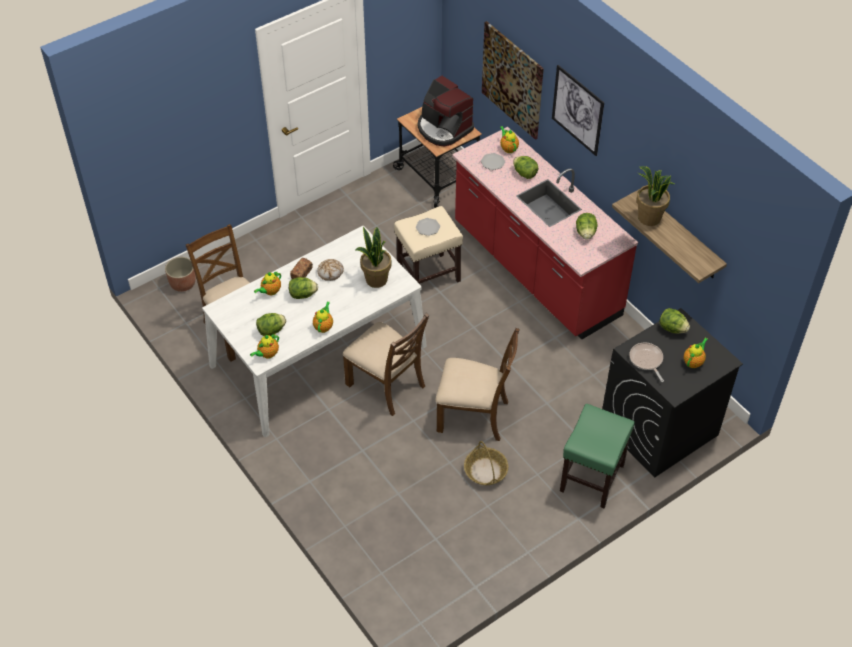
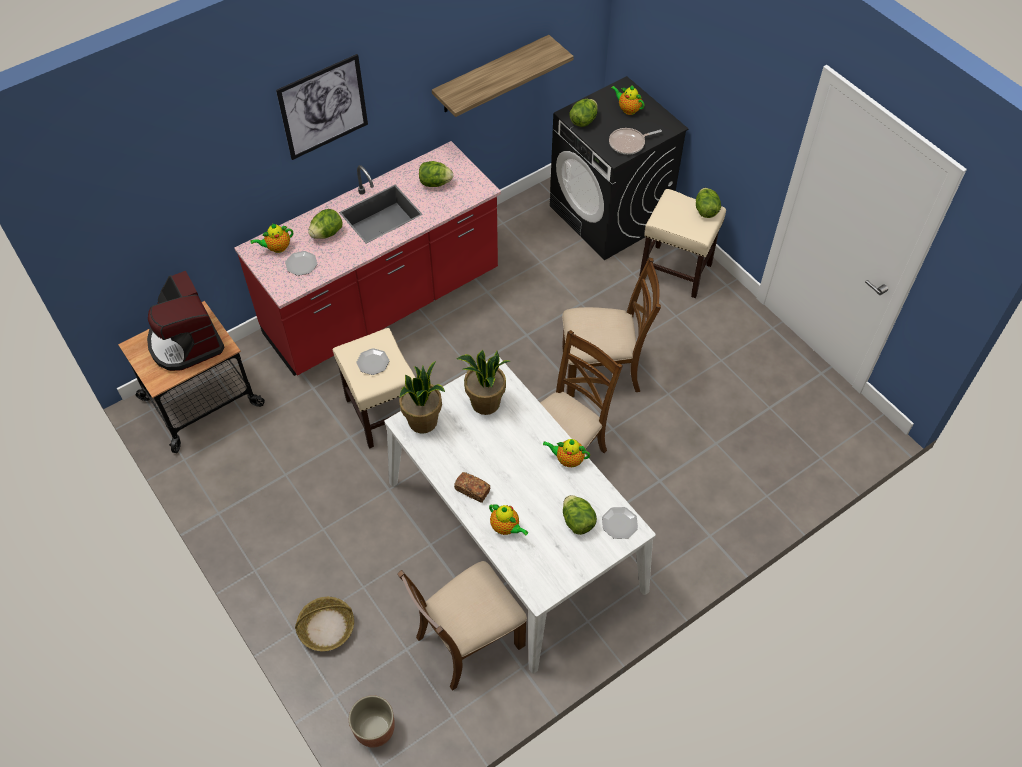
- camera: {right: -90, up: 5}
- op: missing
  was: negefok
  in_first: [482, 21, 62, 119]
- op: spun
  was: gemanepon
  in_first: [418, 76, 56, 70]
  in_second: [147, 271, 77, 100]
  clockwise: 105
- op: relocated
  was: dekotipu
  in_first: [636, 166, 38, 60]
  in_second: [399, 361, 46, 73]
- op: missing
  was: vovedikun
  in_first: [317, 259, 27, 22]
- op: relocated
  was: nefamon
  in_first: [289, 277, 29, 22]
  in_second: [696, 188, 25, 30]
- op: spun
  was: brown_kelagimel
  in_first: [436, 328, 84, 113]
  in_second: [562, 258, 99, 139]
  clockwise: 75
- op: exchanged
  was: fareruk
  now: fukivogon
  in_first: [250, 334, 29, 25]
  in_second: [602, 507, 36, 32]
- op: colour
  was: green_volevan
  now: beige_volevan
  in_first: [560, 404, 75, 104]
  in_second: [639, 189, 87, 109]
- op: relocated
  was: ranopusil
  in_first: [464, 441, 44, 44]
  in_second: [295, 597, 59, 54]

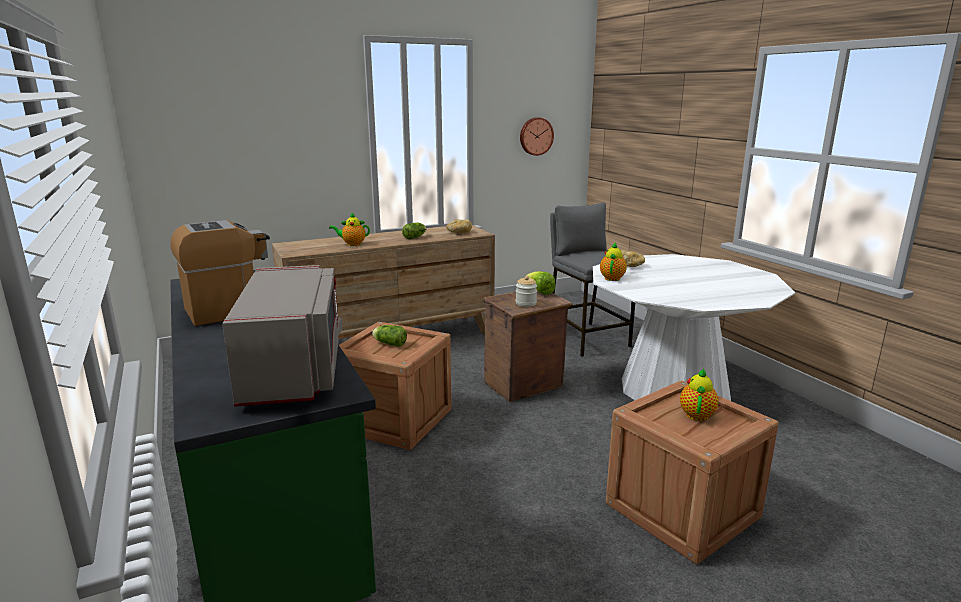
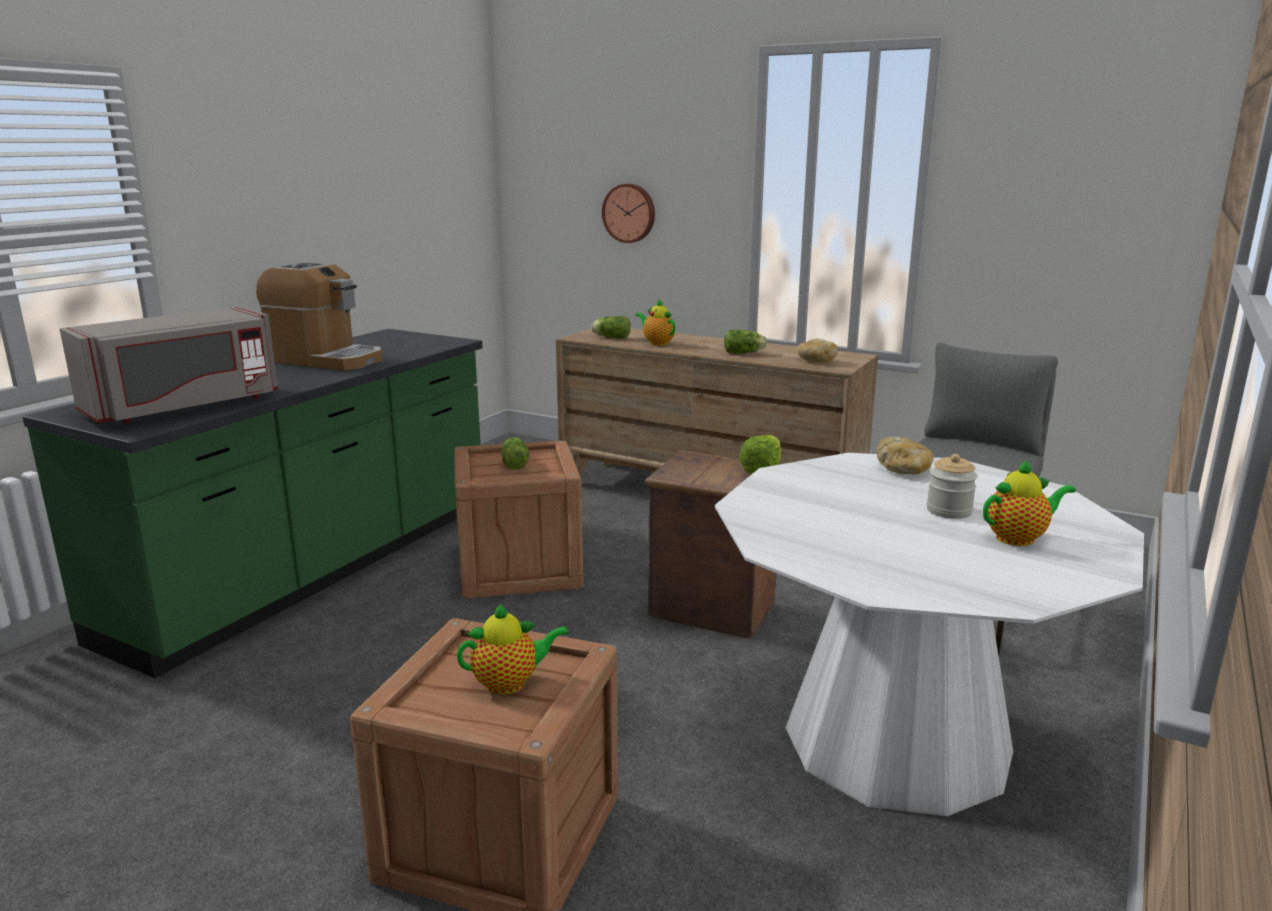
- camera: {right: 55, up: 0}
- op: relocated
  was: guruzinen
  in_first: [520, 117, 34, 39]
  in_second: [602, 184, 53, 59]
- op: relocated
  was: fareruk
  in_first: [600, 242, 27, 39]
  in_second: [983, 459, 93, 87]
- op: relocated
  was: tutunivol
  in_first: [516, 276, 21, 31]
  in_second: [927, 454, 51, 65]
- op: appeared
  now: nefamon
  in_second: [591, 316, 40, 22]

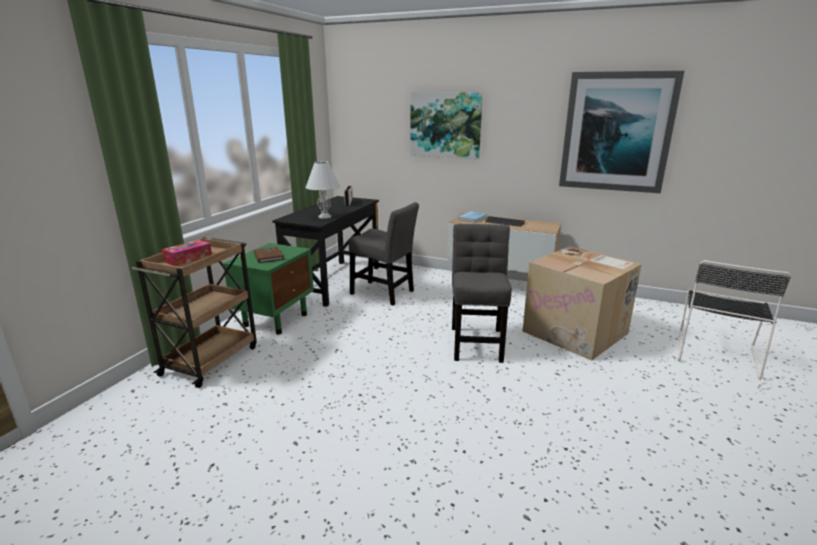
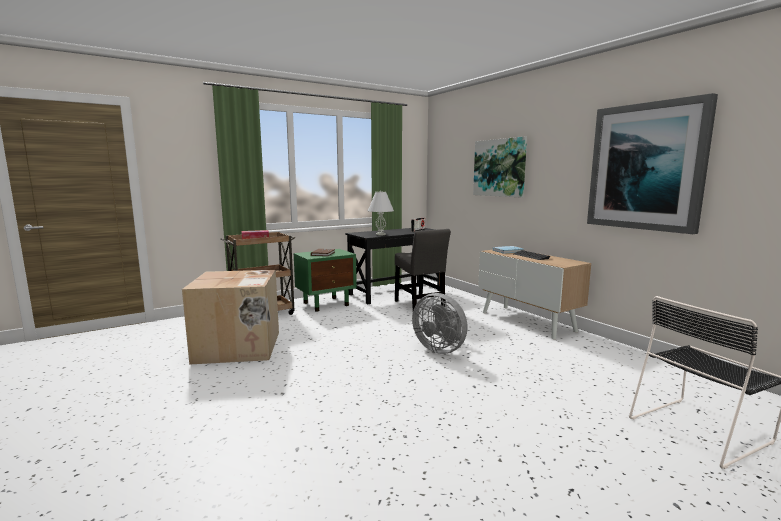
- camera: {right: 35, up: -10}
- op: exchanged
  was: grey_kelagimel
  now: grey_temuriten
  in_first: [452, 224, 60, 139]
  in_second: [412, 293, 56, 61]
- op: relocated
  was: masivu
  in_first: [523, 246, 119, 115]
  in_second: [182, 270, 97, 95]

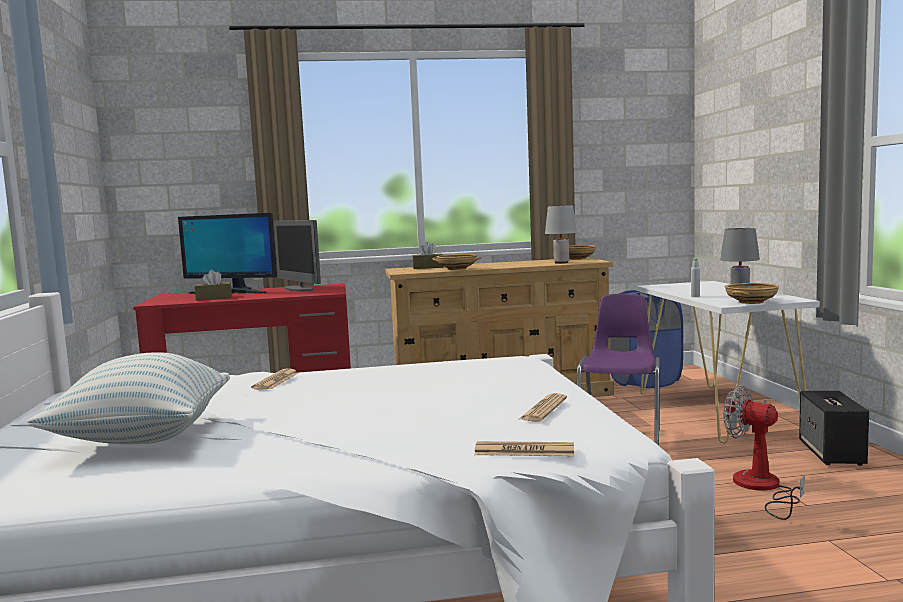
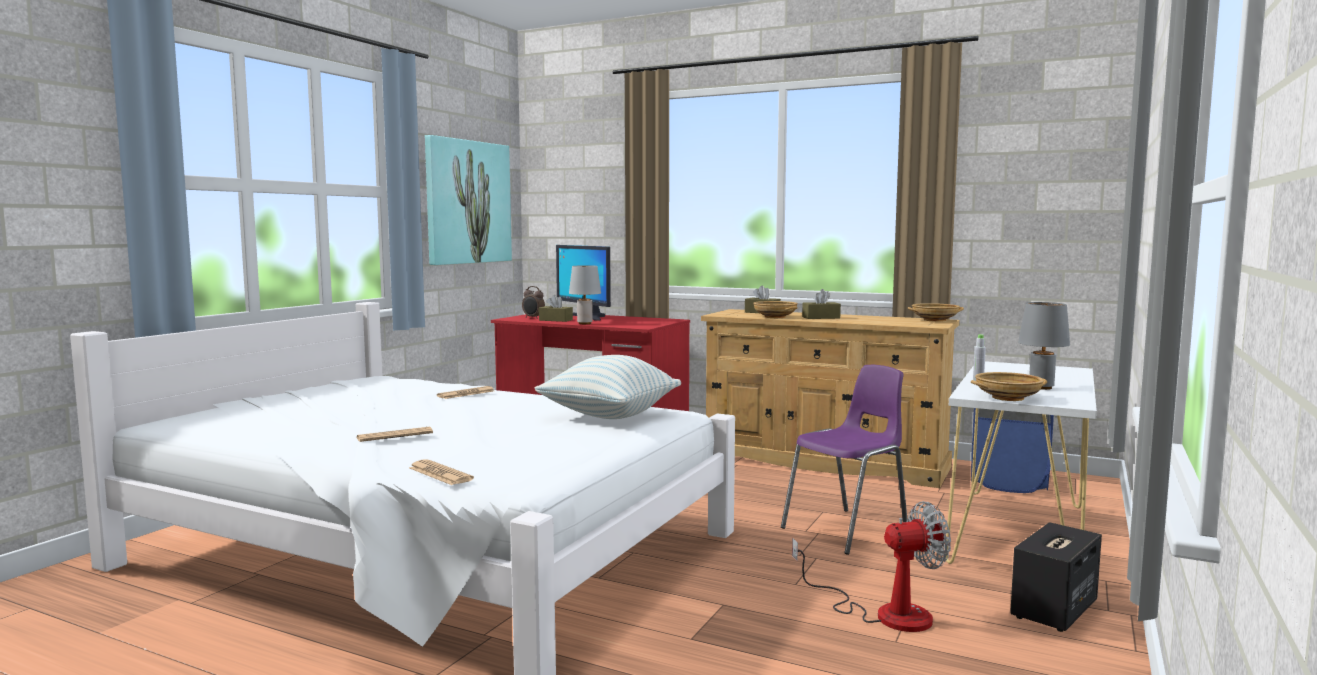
- camera: {right: 35, up: 0}
- op: relocated
  was: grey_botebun
  in_first: [545, 205, 32, 59]
  in_second: [569, 265, 32, 59]
- op: missing
  was: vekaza
  in_first: [274, 220, 47, 72]
- op: relocated
  was: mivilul
  in_first: [27, 352, 203, 92]
  in_second: [534, 355, 147, 64]
- op: spun
  was: temuriten
  in_first: [723, 385, 82, 135]
  in_second: [792, 501, 159, 131]
  clockwise: 90
- op: relocated
  was: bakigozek
  in_first: [519, 393, 48, 29]
  in_second: [357, 427, 76, 15]
- op: appeared
  now: negefok
  in_second: [425, 135, 87, 130]
- op: appeared
  now: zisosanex
  in_second: [522, 286, 23, 33]
- op: appeared
  now: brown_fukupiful
  in_second: [802, 289, 39, 30]

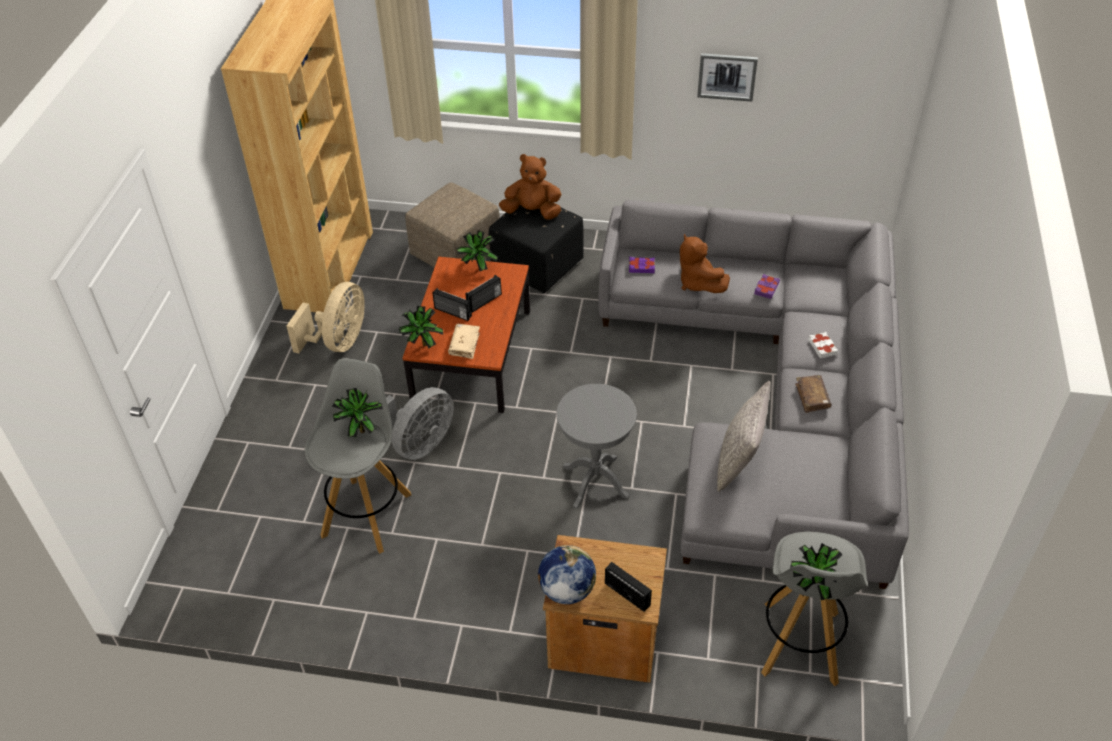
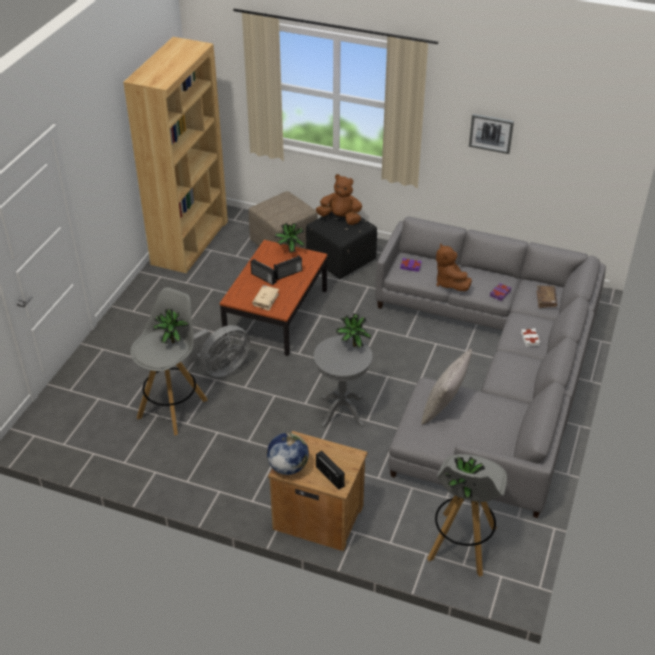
- camera: {right: 10, up: -5}
- op: missing
  was: beige_temuriten
  in_first: [287, 282, 78, 71]
- op: relocated
  was: dekotipu
  in_first: [399, 306, 44, 42]
  in_second: [336, 313, 35, 35]
- op: relocated
  was: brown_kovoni
  in_first: [795, 375, 36, 38]
  in_second: [536, 285, 21, 23]

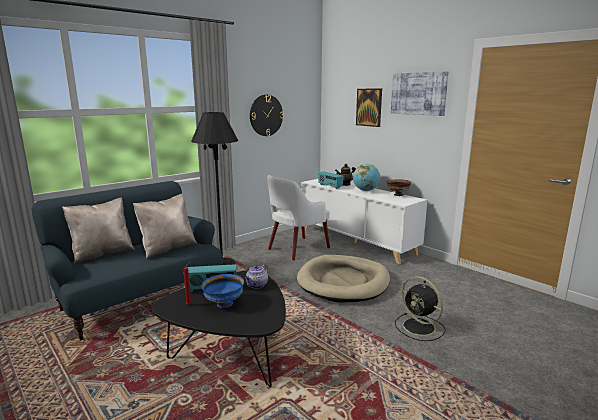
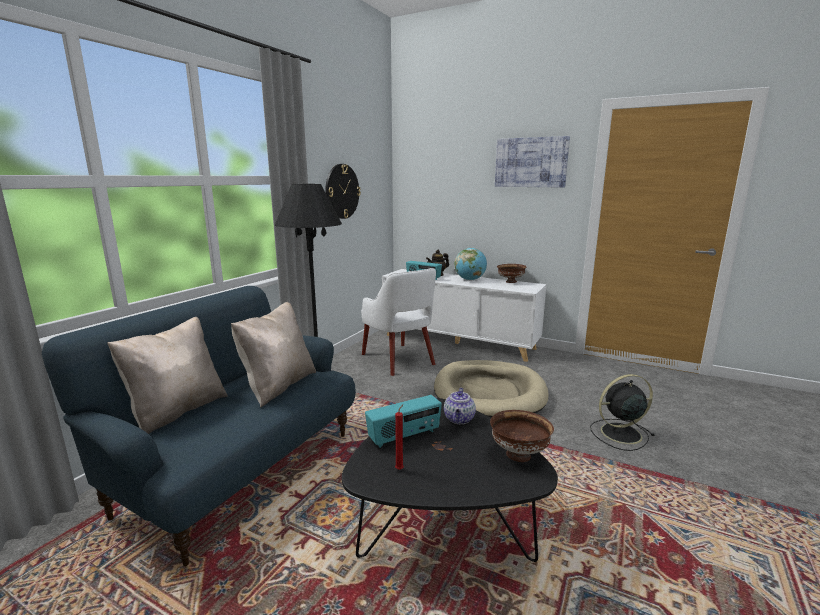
- camera: {right: -20, up: 0}
- op: missing
  was: negefok
  in_first: [356, 89, 26, 38]
- op: spun
  was: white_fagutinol
  in_first: [267, 175, 63, 86]
  in_second: [361, 268, 75, 108]
  clockwise: -60
- op: missing
  was: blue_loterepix
  in_first: [201, 274, 43, 34]
- op: spun
  was: black_temuriten
  in_first: [395, 276, 50, 65]
  in_second: [590, 374, 65, 77]
  clockwise: 135
- op: appeared
  now: brown_loterepix
  in_second: [490, 410, 64, 52]

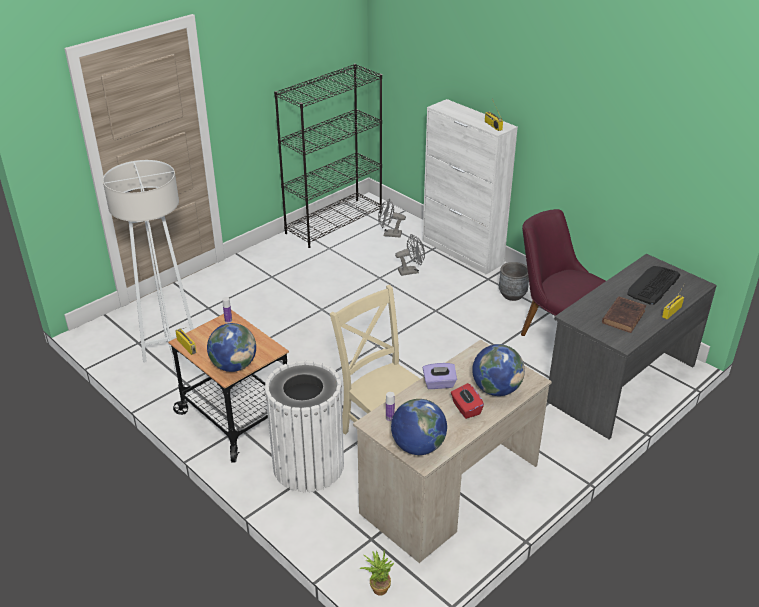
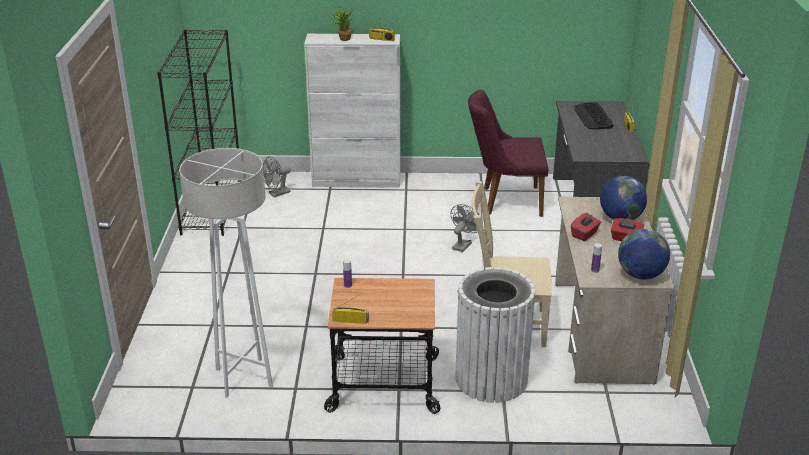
- camera: {right: -45, up: -5}
- op: relocated
  was: grey_temuriten
  in_first: [395, 234, 30, 42]
  in_second: [450, 204, 33, 48]
- op: missing
  was: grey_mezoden
  in_first: [499, 262, 30, 39]
- op: missing
  was: brown_kovoni
  in_first: [602, 296, 44, 37]
- op: missing
  was: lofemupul
  in_first: [207, 323, 49, 49]
- op: colour
  was: purple_fukupiful
  now: red_fukupiful
  in_first: [423, 363, 34, 26]
  in_second: [571, 213, 30, 28]
- op: relocated
  was: dekotipu
  in_first: [359, 550, 35, 46]
  in_second: [329, 6, 24, 35]

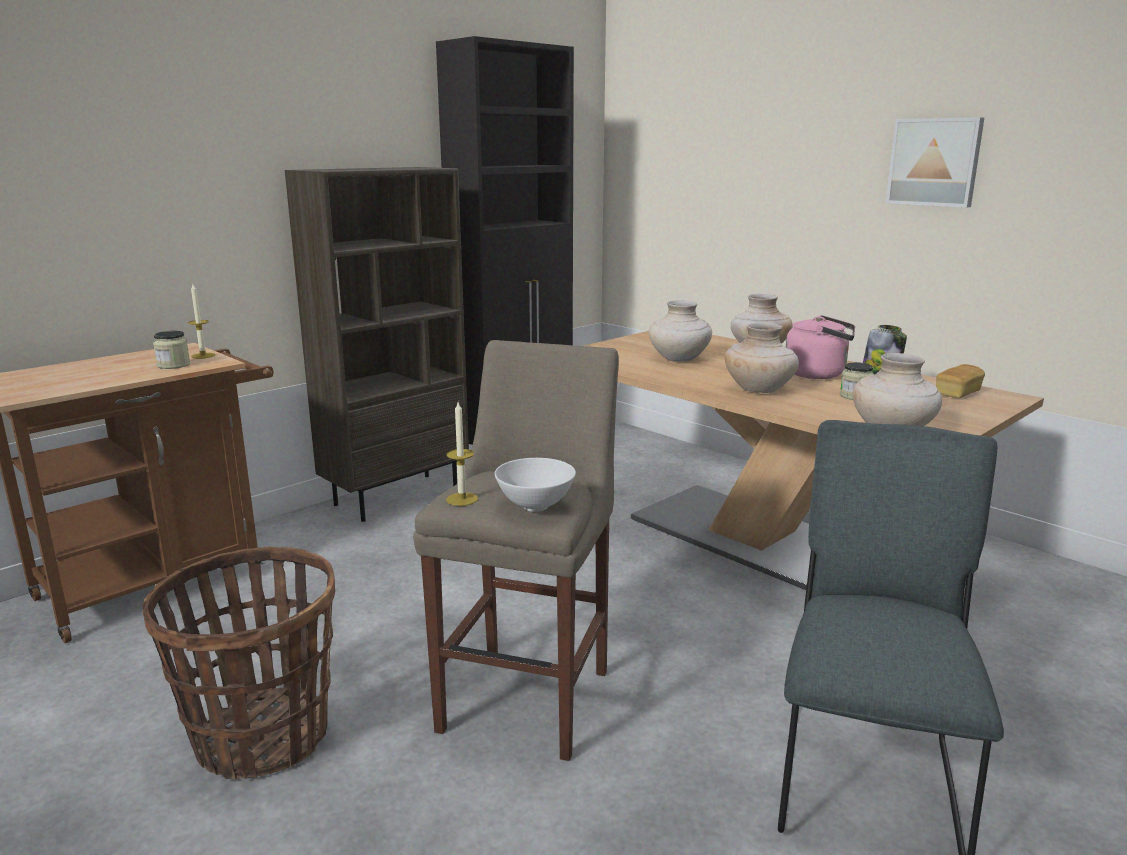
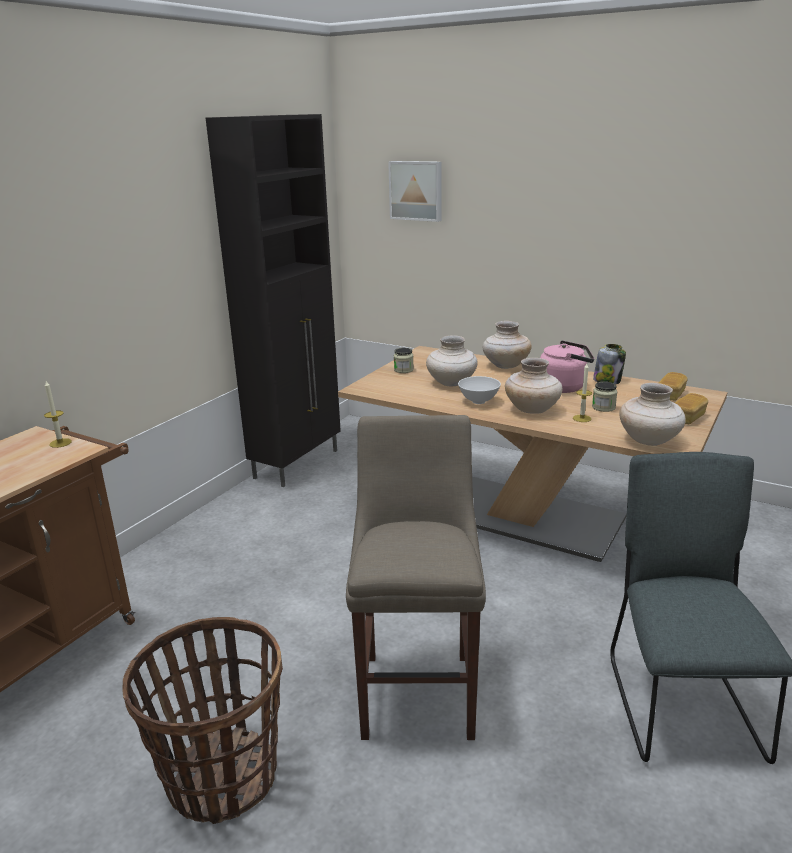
- camera: {right: -15, up: 5}
- op: relocated
  was: negefok
  in_first: [886, 117, 98, 91]
  in_second: [388, 161, 54, 61]
- op: missing
  was: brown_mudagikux
  in_first: [285, 167, 184, 355]
- op: relocated
  was: tutunivol
  in_first: [153, 331, 37, 38]
  in_second: [394, 348, 20, 25]
- op: relocated
  was: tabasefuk
  in_first: [446, 402, 32, 104]
  in_second: [573, 364, 19, 58]
- op: relocated
  was: white_loterepix
  in_first: [495, 458, 81, 54]
  in_second: [458, 376, 43, 28]
- op: appeared
  now: vovedikun
  in_second: [675, 393, 33, 31]

